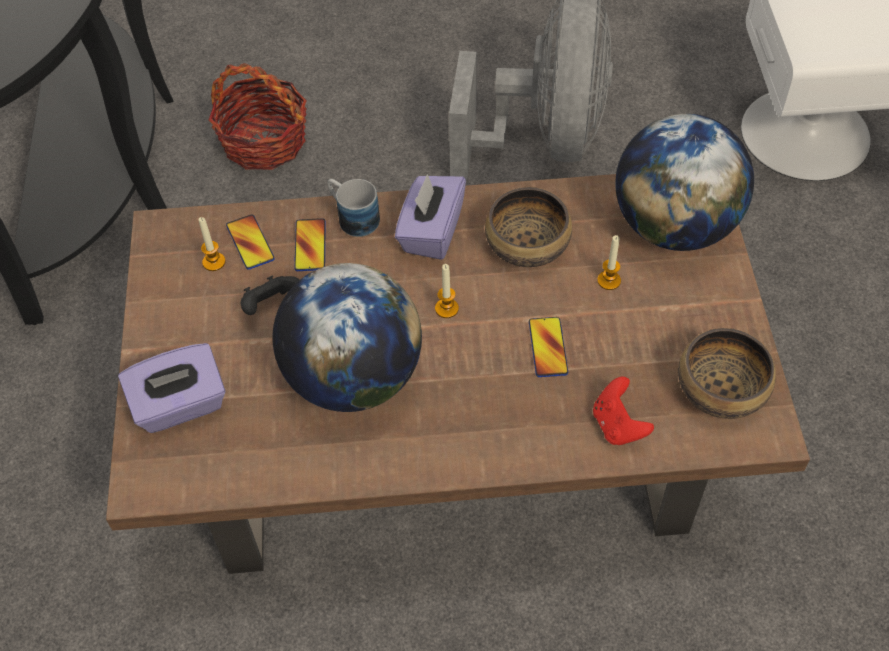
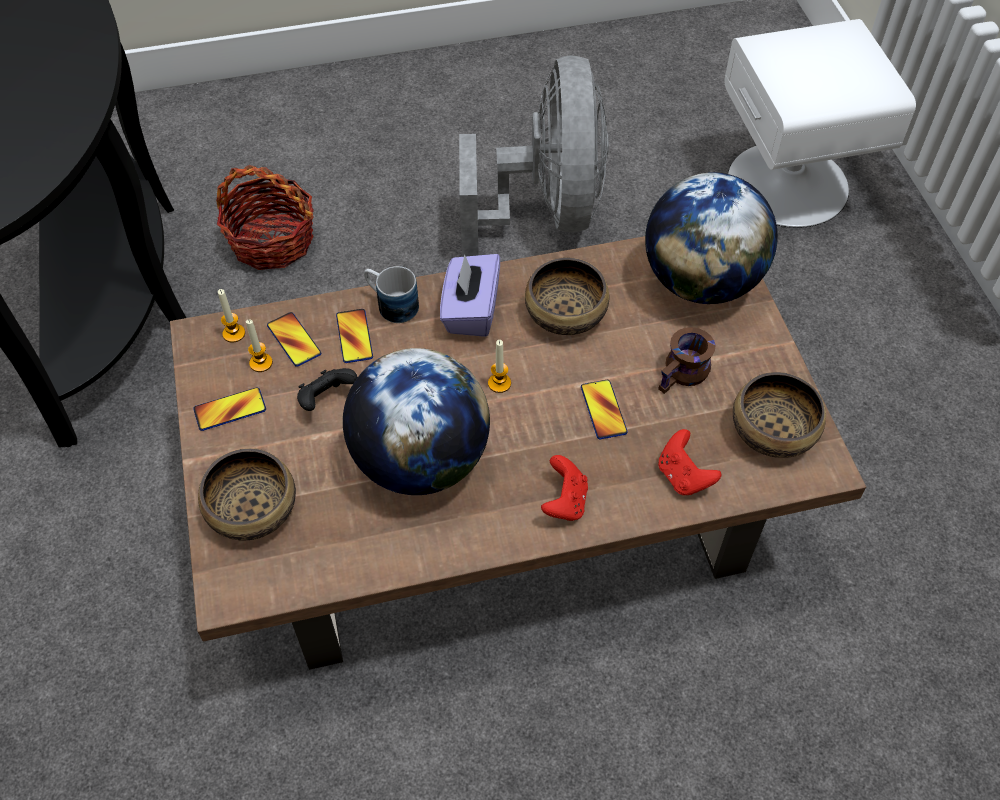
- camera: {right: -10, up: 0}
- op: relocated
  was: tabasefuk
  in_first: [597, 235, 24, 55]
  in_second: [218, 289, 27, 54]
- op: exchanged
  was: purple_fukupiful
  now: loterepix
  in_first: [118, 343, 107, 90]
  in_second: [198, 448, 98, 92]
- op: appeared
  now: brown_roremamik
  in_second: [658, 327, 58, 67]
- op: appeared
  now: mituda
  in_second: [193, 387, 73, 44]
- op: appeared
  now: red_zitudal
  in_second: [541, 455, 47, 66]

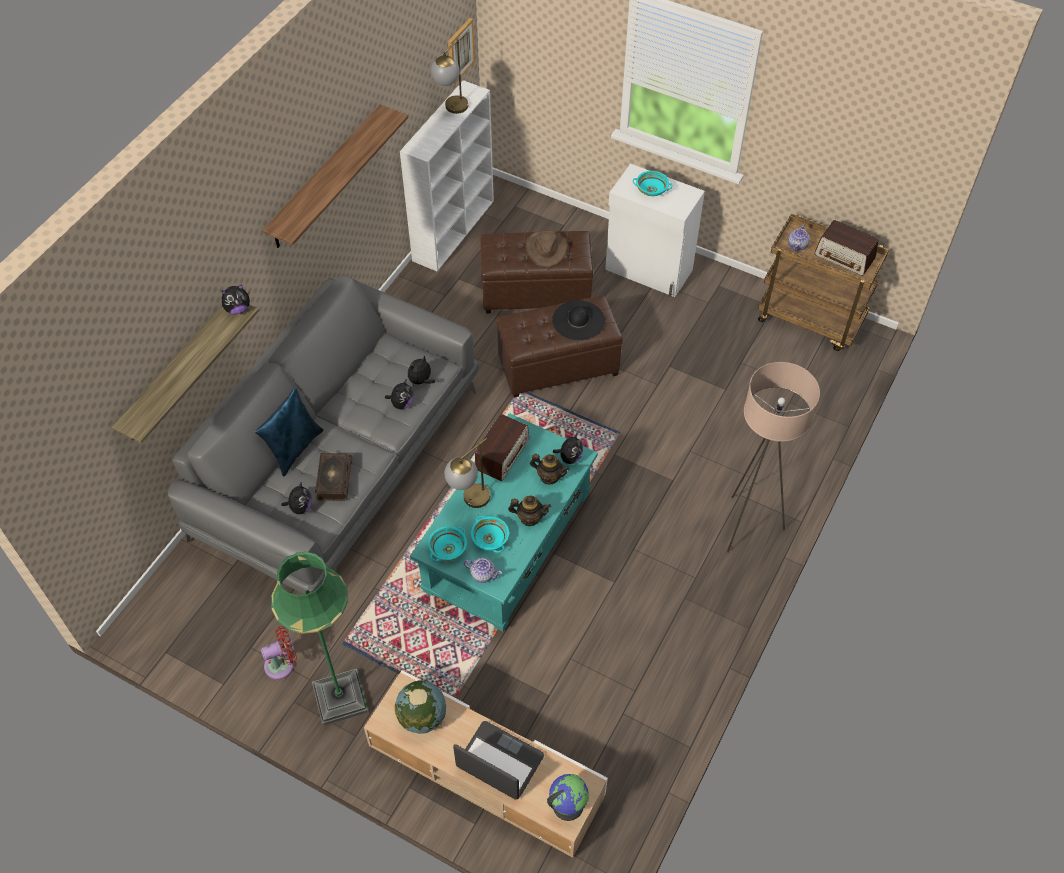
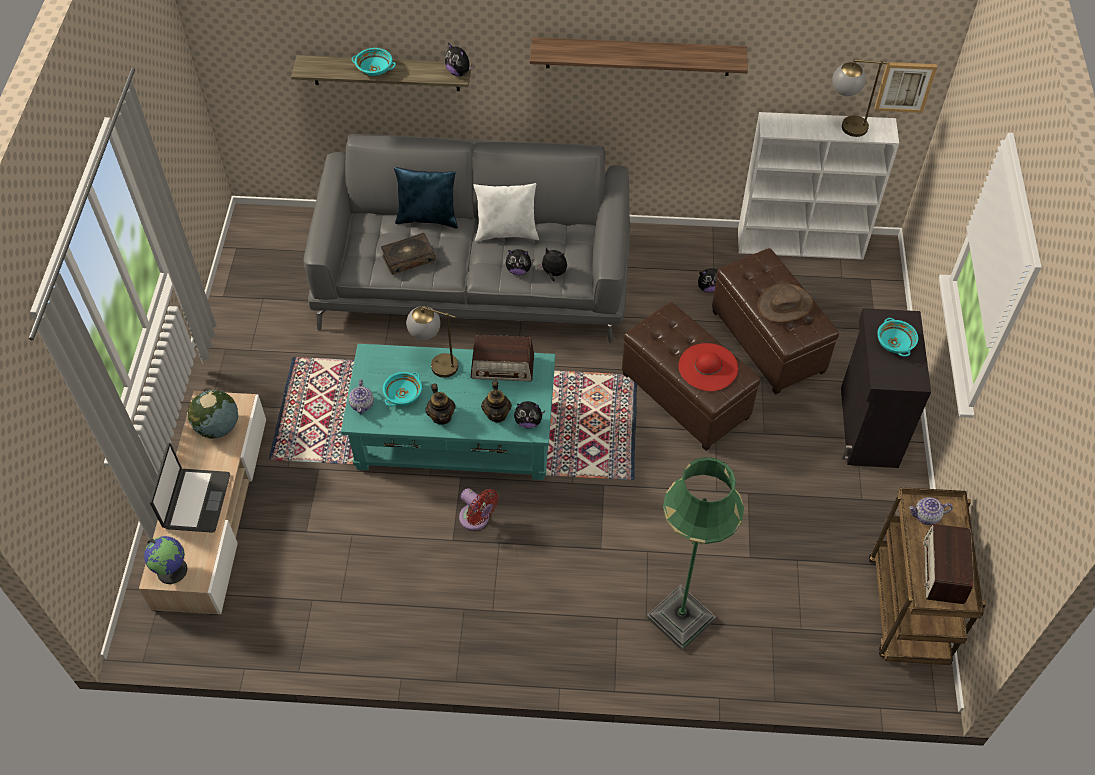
- camera: {right: 65, up: 0}
- op: colour
  was: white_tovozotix
  now: black_tovozotix
  in_first: [605, 164, 100, 133]
  in_second: [841, 308, 90, 160]
- op: colour
  was: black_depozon
  now: red_depozon
  in_first: [552, 300, 53, 40]
  in_second: [679, 343, 59, 48]
- op: missing
  was: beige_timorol
  in_first: [727, 362, 93, 191]
- op: relocated
  was: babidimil
  in_first: [281, 483, 31, 31]
  in_second: [698, 268, 20, 24]
- op: relocated
  was: turquoise_loterepix
  in_first: [428, 526, 39, 36]
  in_second: [352, 48, 44, 28]
- op: relocated
  was: green_timorol
  in_first: [271, 552, 98, 174]
  in_second: [647, 457, 97, 194]
- op: relocated
  was: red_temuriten
  in_first: [261, 626, 36, 54]
  in_second: [459, 488, 40, 43]
- op: appeared
  now: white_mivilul
  in_second: [473, 183, 66, 58]

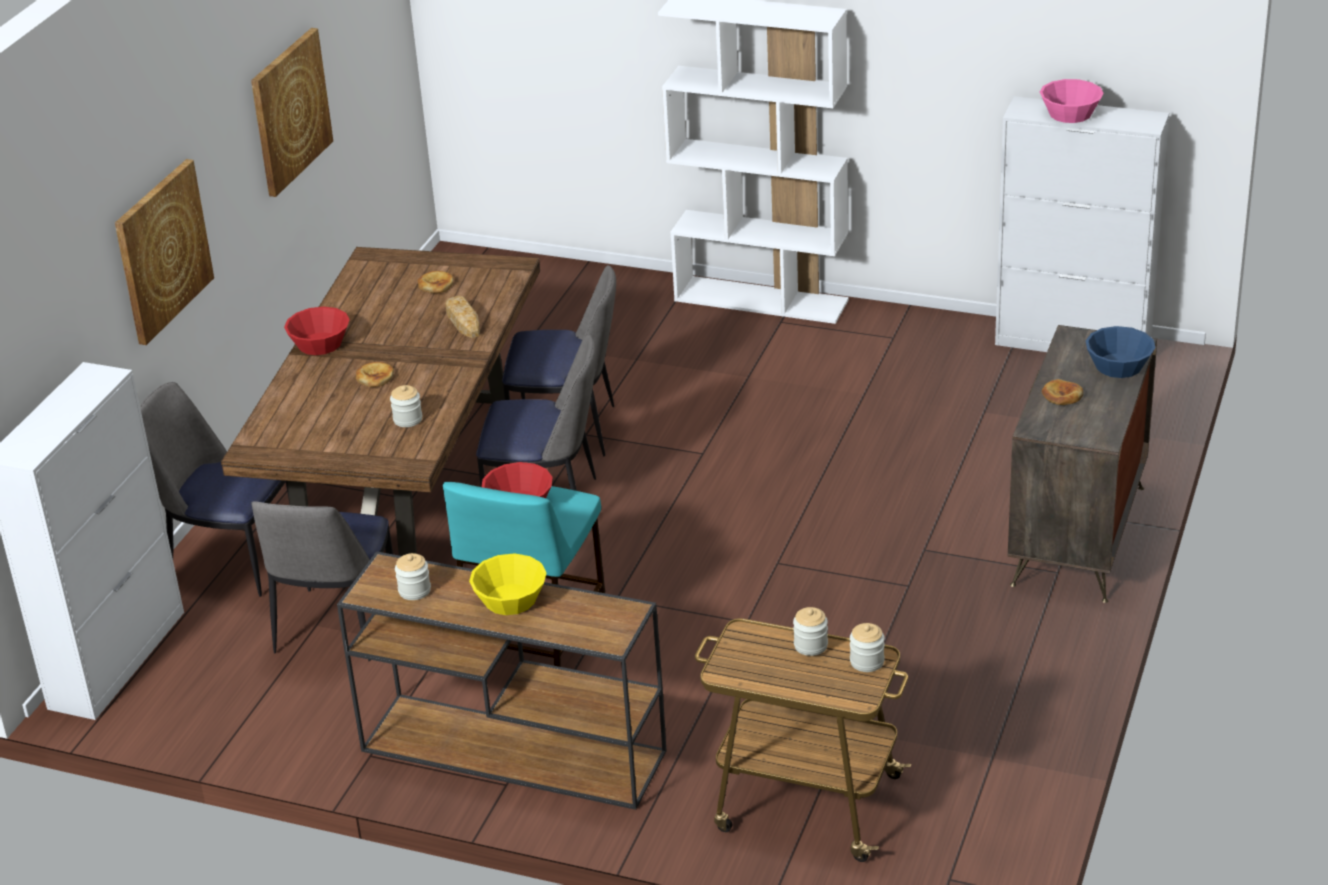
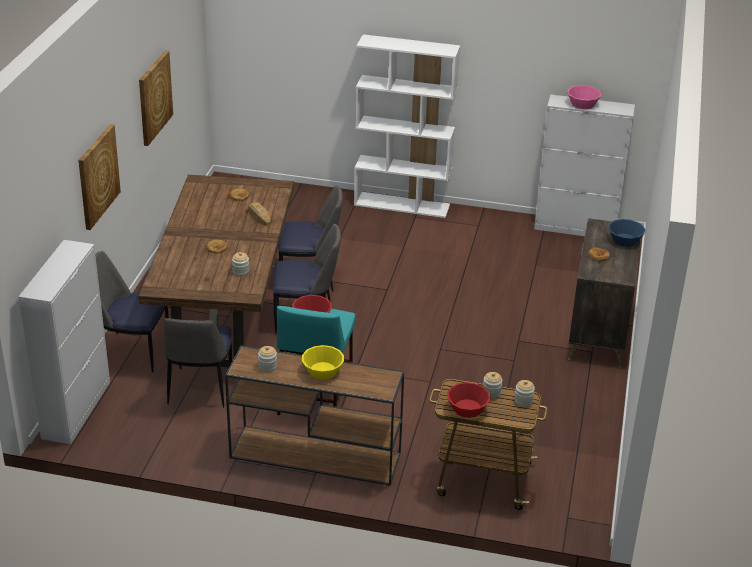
- camera: {right: -10, up: 0}
- op: relocated
  was: red_loterepix
  in_first: [284, 306, 66, 49]
  in_second: [447, 382, 44, 36]

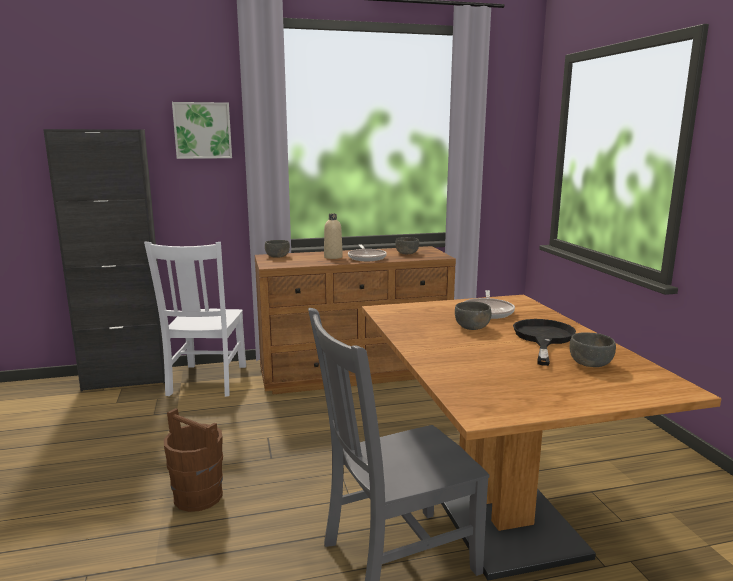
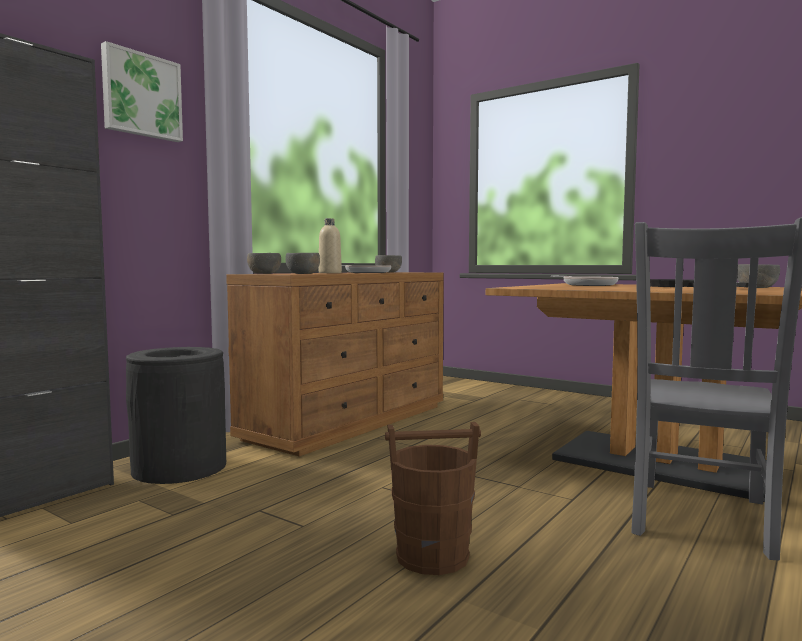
- camera: {right: -40, up: -10}
- op: exchanged
  was: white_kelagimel
  now: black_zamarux
  in_first: [144, 242, 102, 155]
  in_second: [126, 347, 100, 137]
- op: relocated
  was: grey_loterepix
  in_first: [455, 301, 36, 29]
  in_second: [285, 253, 35, 21]

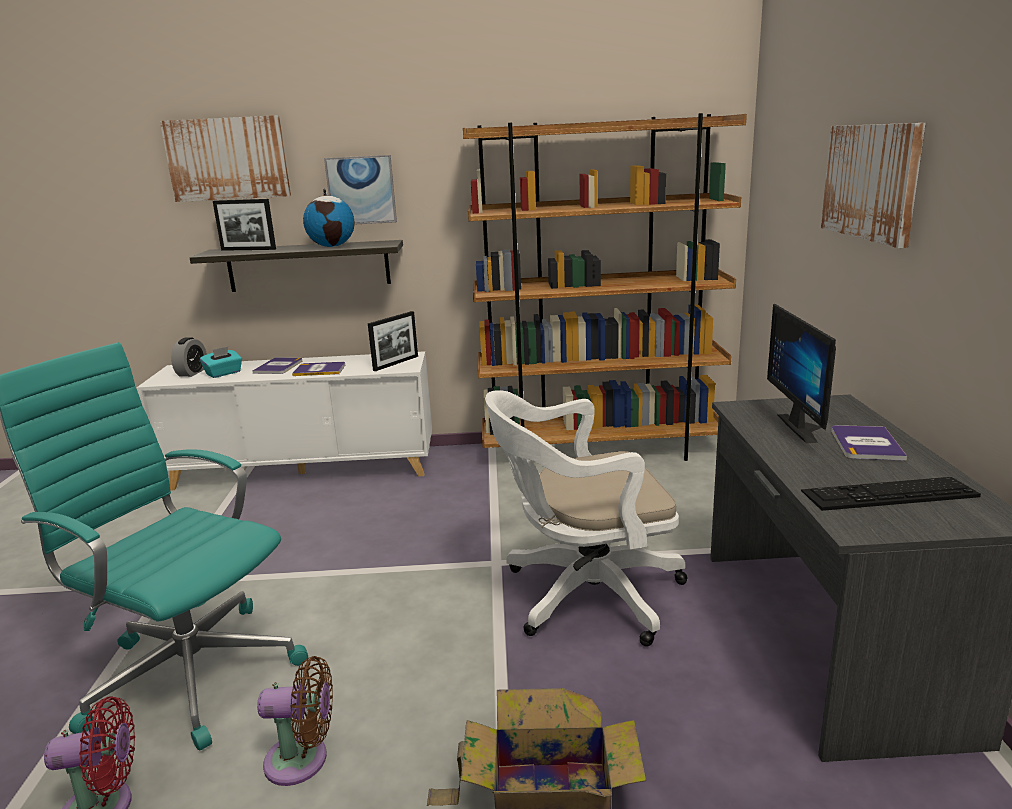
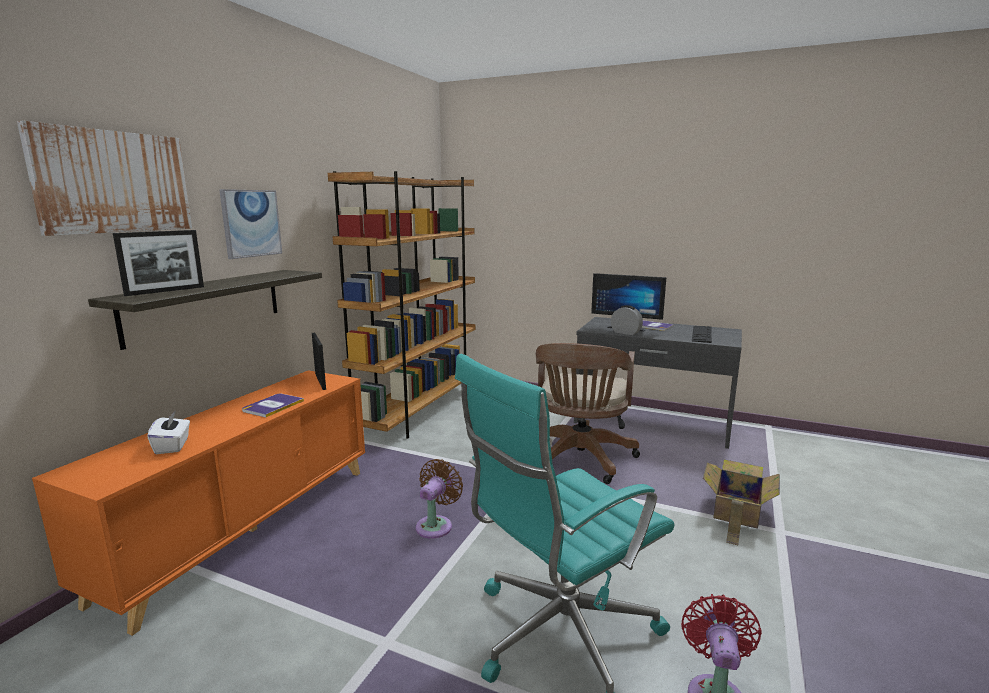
- camera: {right: -65, up: -5}
- op: missing
  was: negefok
  in_first: [821, 123, 105, 125]
- op: missing
  was: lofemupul
  in_first: [303, 188, 52, 59]
- op: relocated
  was: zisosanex
  in_first: [171, 337, 36, 40]
  in_second: [611, 305, 32, 30]
- op: colour
  was: turquoise_fukupiful
  now: white_fukupiful
  in_first: [200, 347, 42, 31]
  in_second: [147, 411, 43, 43]
- op: colour
  was: white_tovozotix
  now: orange_tovozotix
  in_first: [137, 351, 295, 140]
  in_second: [32, 370, 333, 266]
- op: missing
  was: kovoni
  in_first: [252, 357, 50, 17]
- op: colour
  was: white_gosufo
  now: brown_gosufo
  in_first: [485, 390, 203, 257]
  in_second: [536, 343, 104, 141]
- op: relocated
  was: brown_temuriten
  in_first: [257, 656, 76, 130]
  in_second: [416, 459, 47, 80]

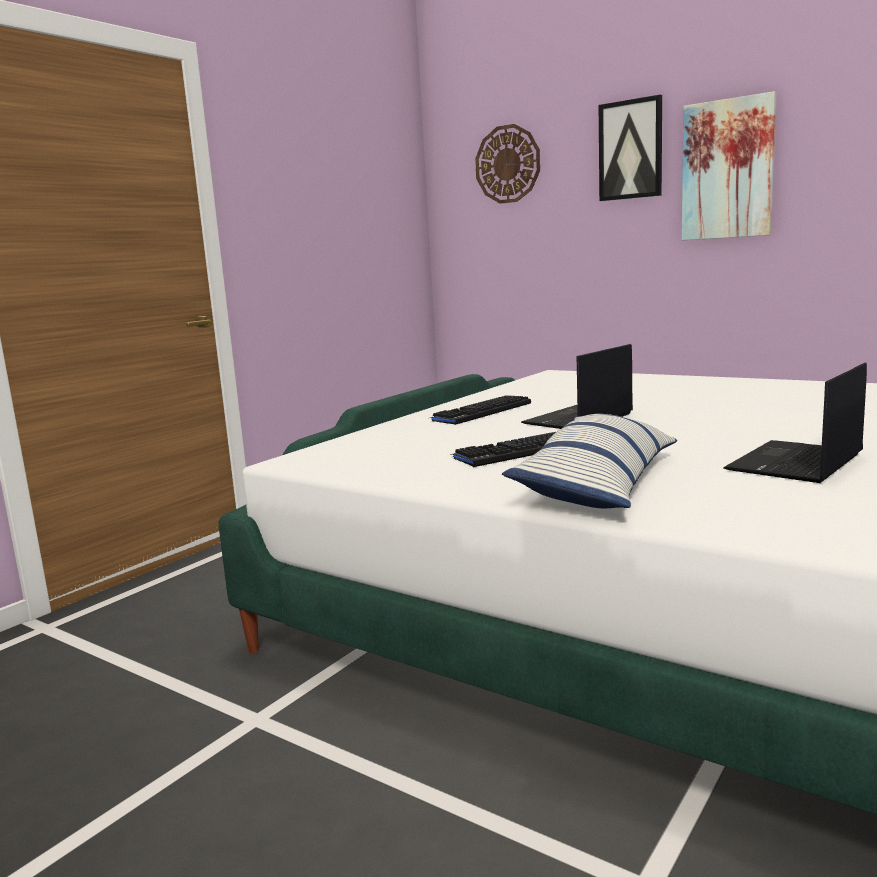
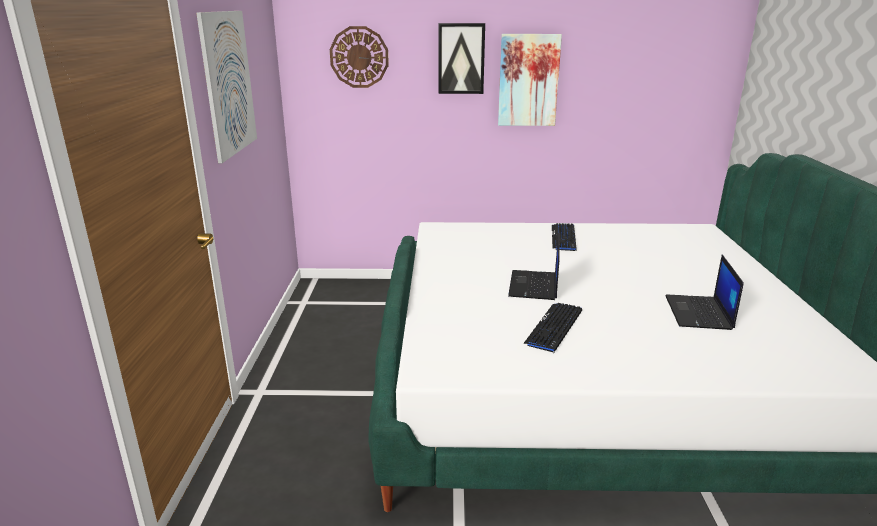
- camera: {right: -35, up: 10}
- op: relocated
  was: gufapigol
  in_first: [430, 395, 101, 30]
  in_second: [552, 223, 25, 28]
- op: missing
  was: mivilul
  in_first: [502, 414, 175, 94]
- op: appeared
  now: negefok
  in_second: [196, 11, 61, 152]

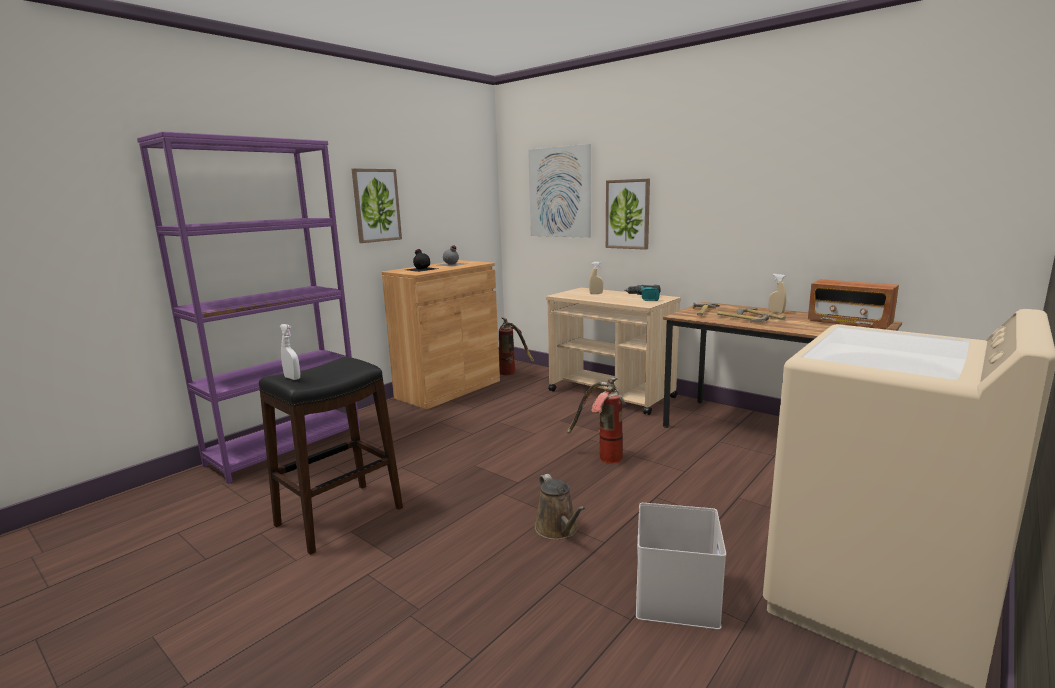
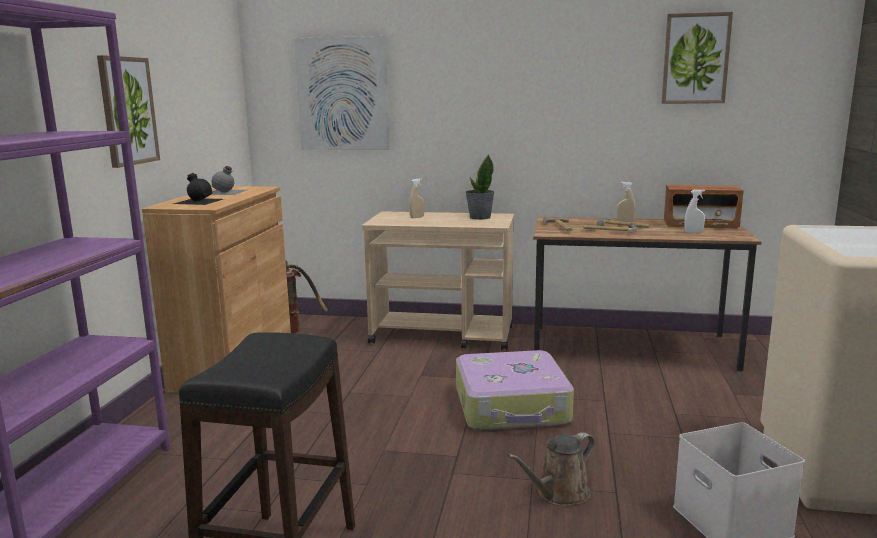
- camera: {right: -30, up: 0}
- op: relocated
  was: negefok
  in_first: [606, 179, 44, 71]
  in_second: [661, 12, 72, 92]
- op: exchanged
  was: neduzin
  now: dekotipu
  in_first: [624, 285, 37, 16]
  in_second: [465, 154, 30, 66]
- op: relocated
  was: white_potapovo
  in_first: [280, 324, 20, 56]
  in_second: [685, 189, 20, 44]
- op: exchanged
  was: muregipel
  now: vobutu
  in_first: [567, 378, 57, 86]
  in_second: [456, 350, 118, 80]
- op: spun
  was: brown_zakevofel
  in_first: [535, 474, 50, 66]
  in_second: [508, 432, 87, 74]
  clockwise: 105

